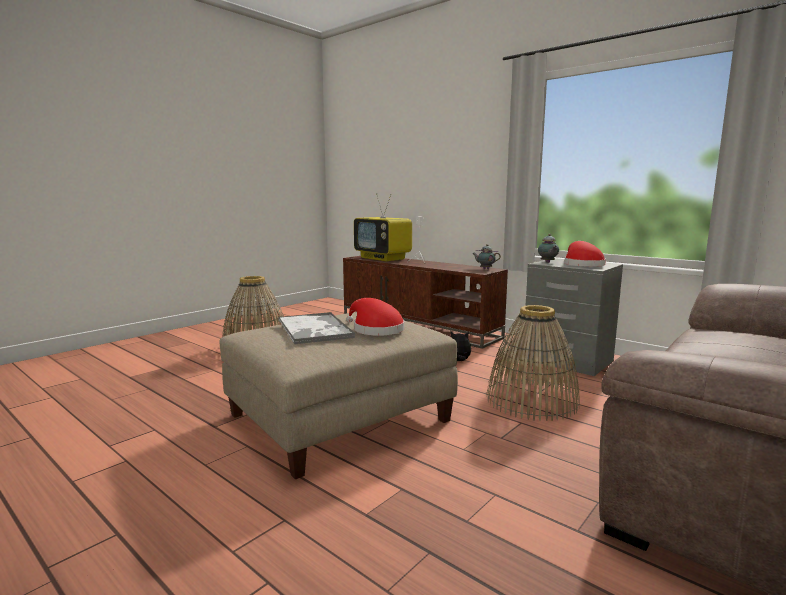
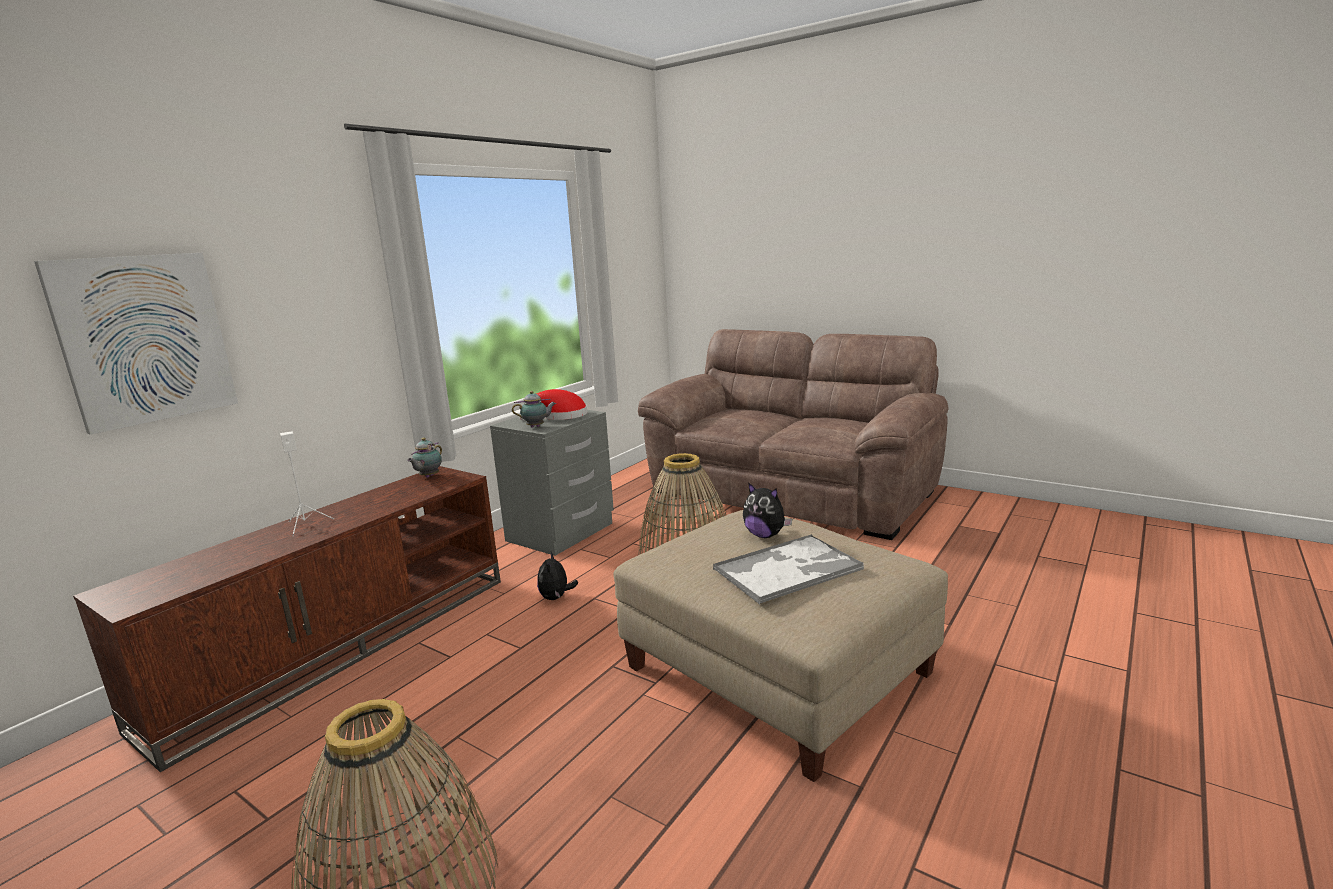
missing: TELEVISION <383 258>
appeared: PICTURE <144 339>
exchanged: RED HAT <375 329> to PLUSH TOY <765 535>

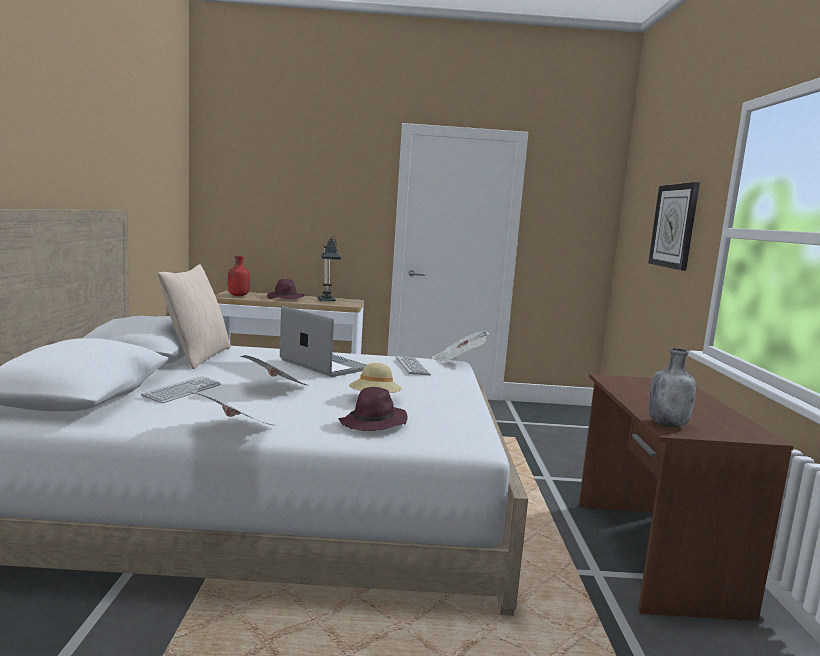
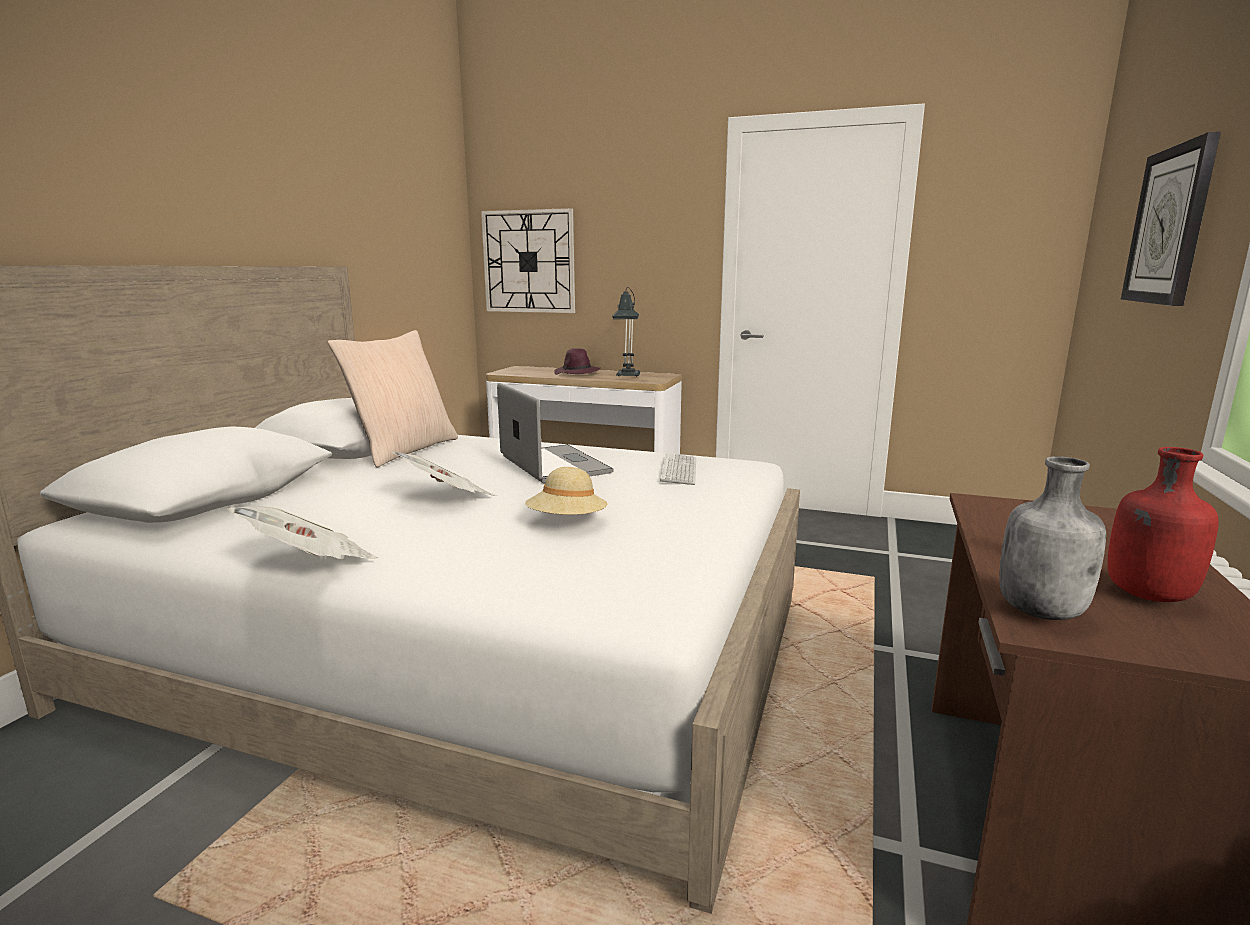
missing: NEWSPAPER <458 361>; KEYBOARD <183 391>; PURPLE HAT <373 424>
appeared: WALL CLOCK <529 262>
relocated: RED BOTTLE <238 296> to <1146 595>

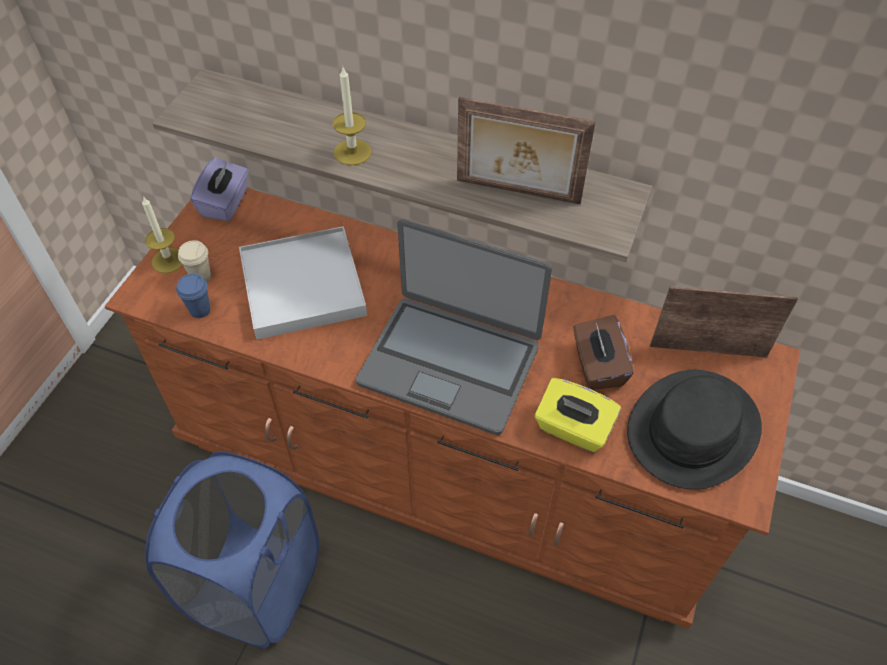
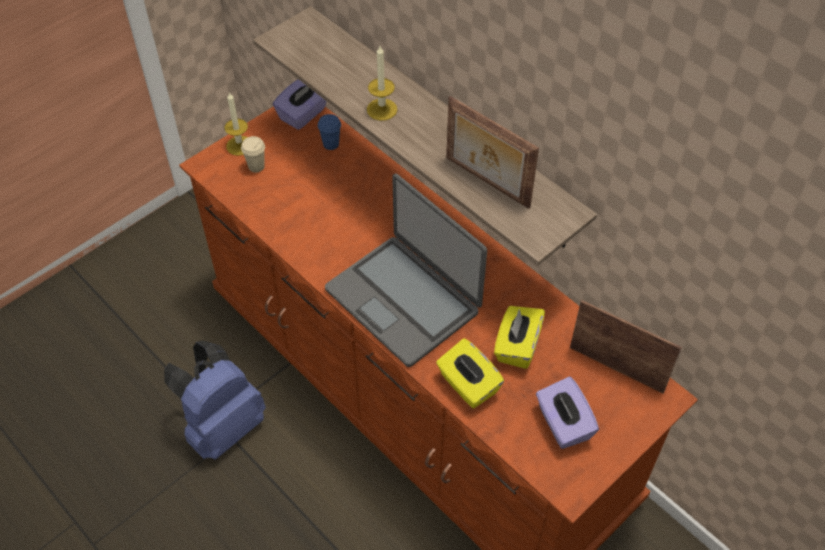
missing: WHITE TRAY <303 285>
relocated: BLUE CUP <200 310> to <331 144>
exchanged: BLACK HAT <693 430> to PURPLE TISSUE BOX <563 424>; BLUE LAUNDRY BASKET <256 586> to BLUE BACKPACK <222 426>
colour: BROWN TISSUE BOX <597 366> to YELLOW TISSUE BOX <517 346>

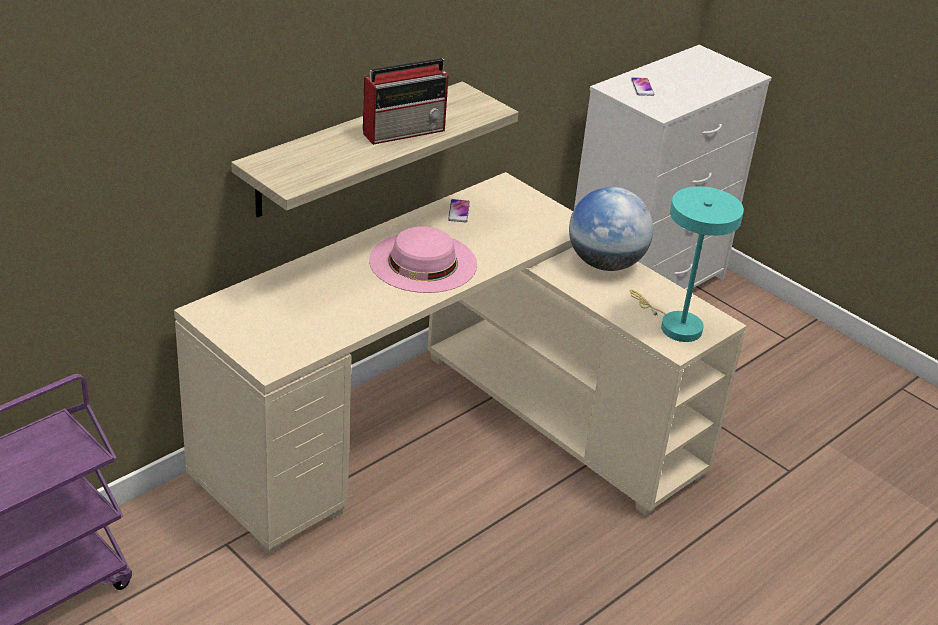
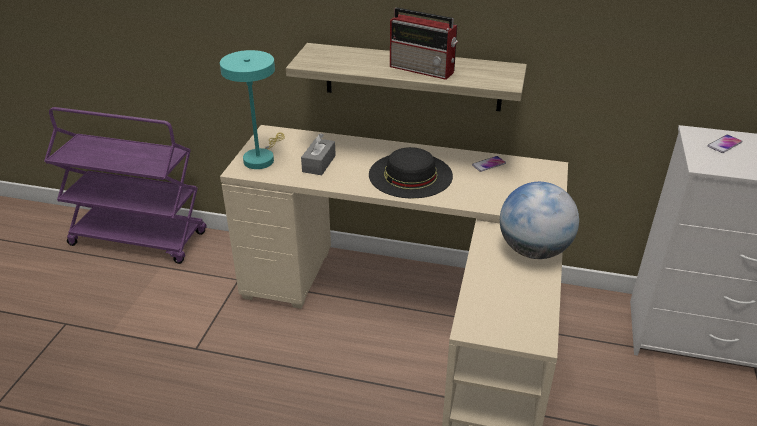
appeared: GREY TISSUE BOX <319 163>
relocated: TURQUOISE TABLE LAMP <675 325> to <261 158>
colour: PINK HAT <423 262> to BLACK HAT <410 175>

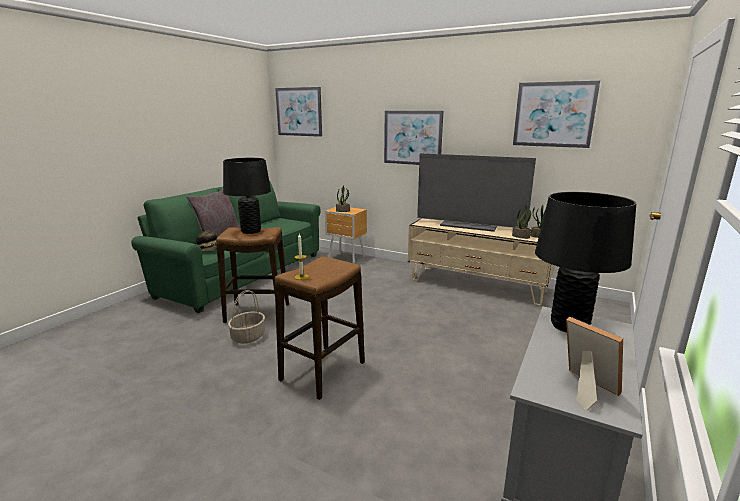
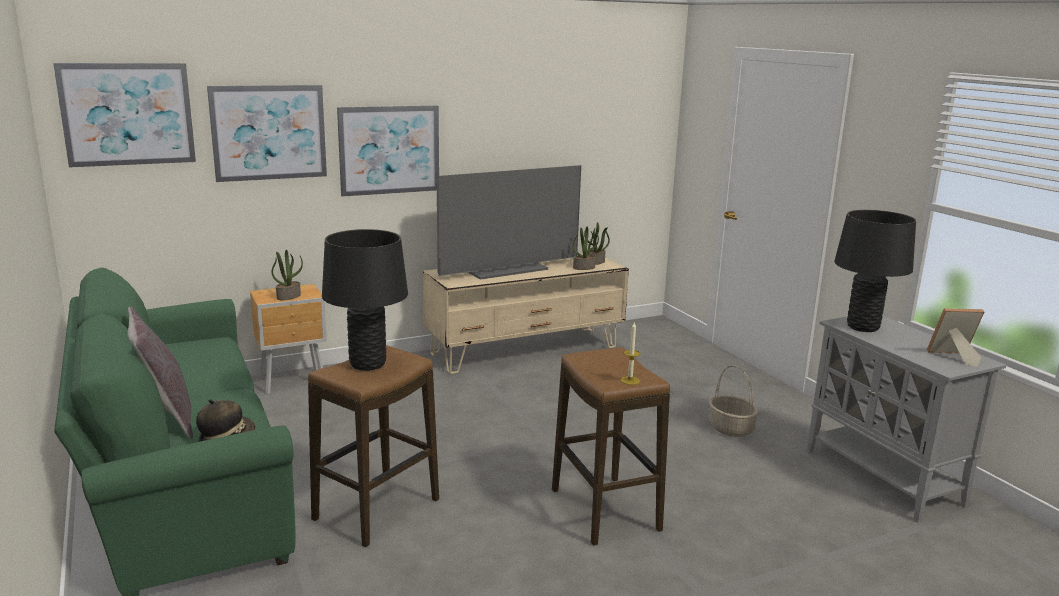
relocated: PICTURE <554 114> to <269 132>; BASKET <248 336> to <730 428>

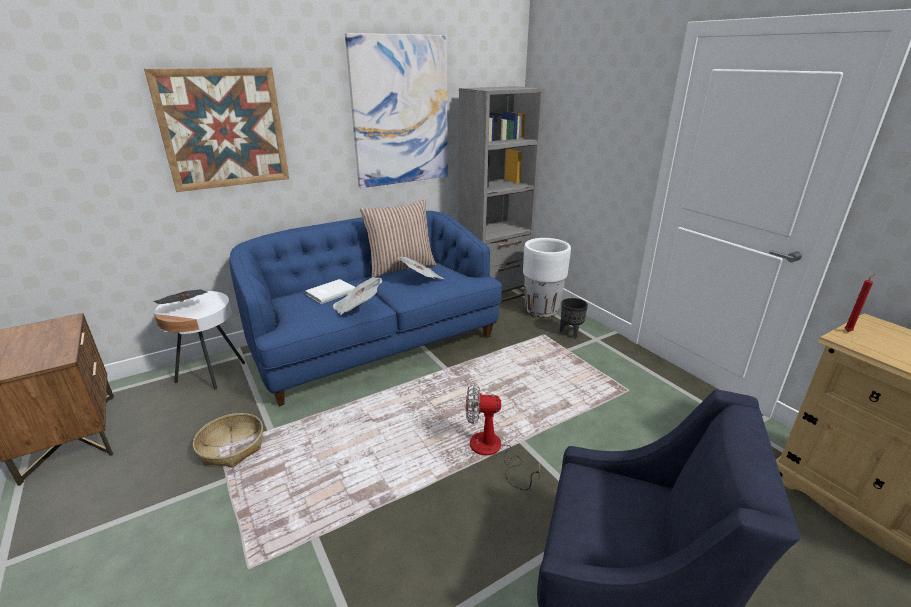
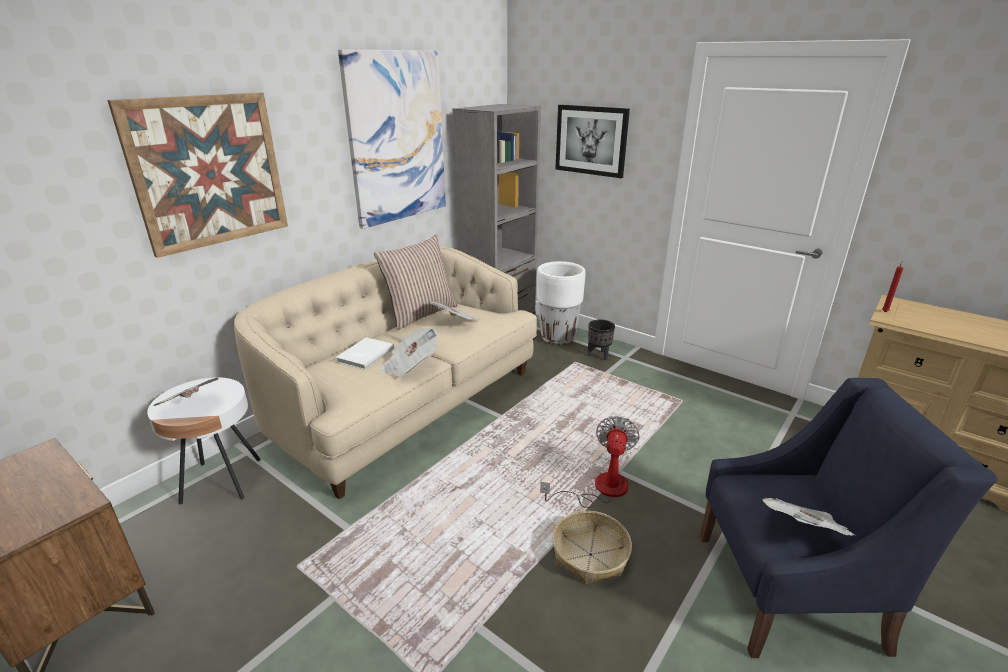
appeared: PICTURE <591 140>; NEWSPAPER <803 532>
relocated: BASKET <231 447> to <590 555>
colour: BLUE SOFA <375 344> to BEIGE SOFA <406 405>
spun: FAN <492 452> = <600 489> 120 degrees clockwise

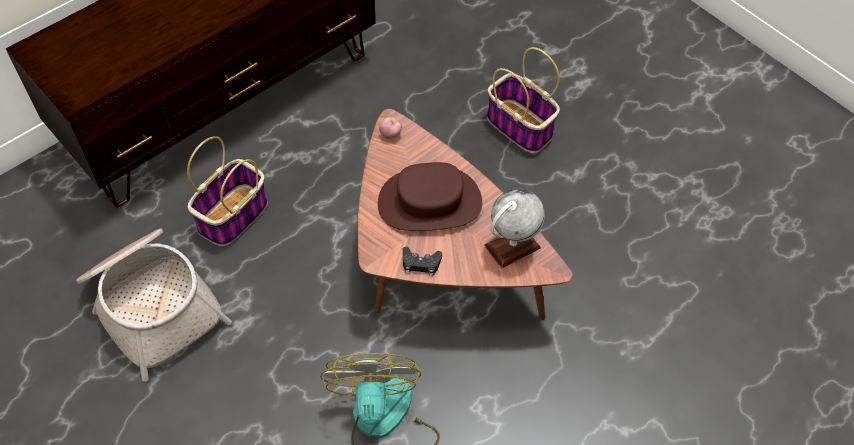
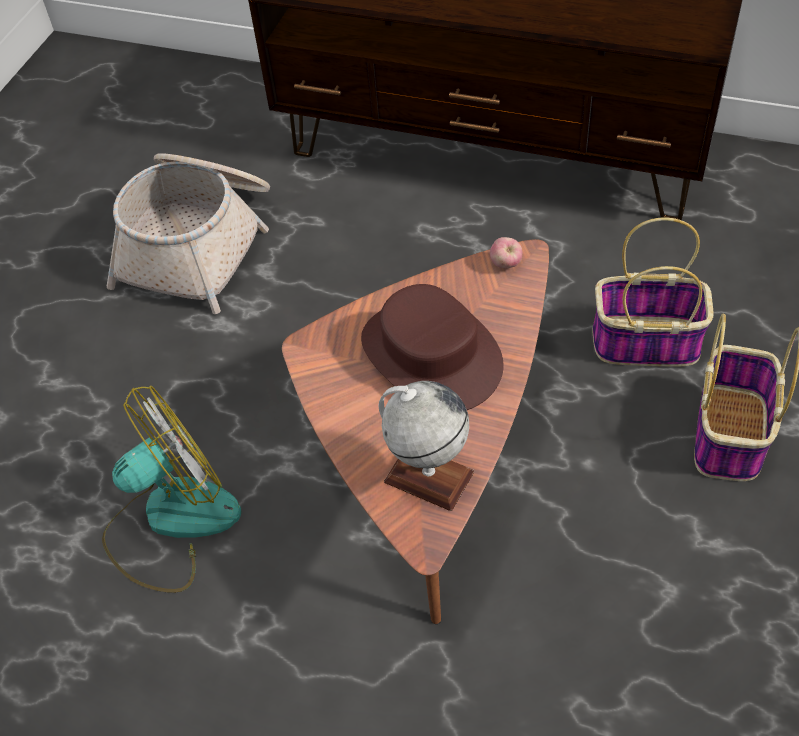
missing: BLACK GAME CONTROLLER <421 263>
relocated: BASKET <233 217> to <644 343>

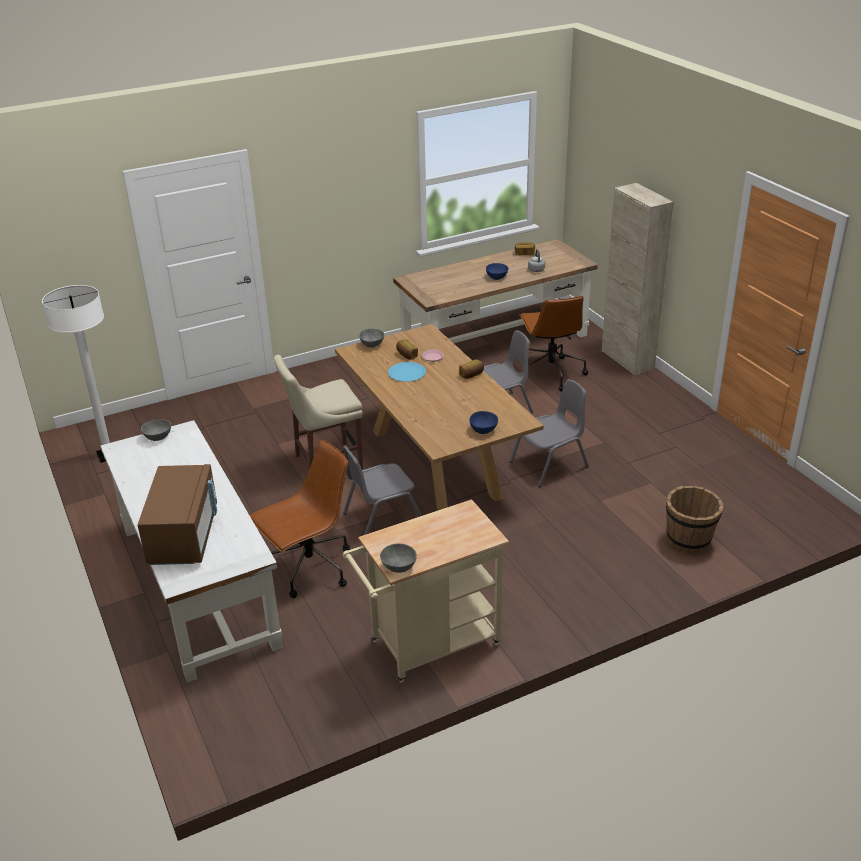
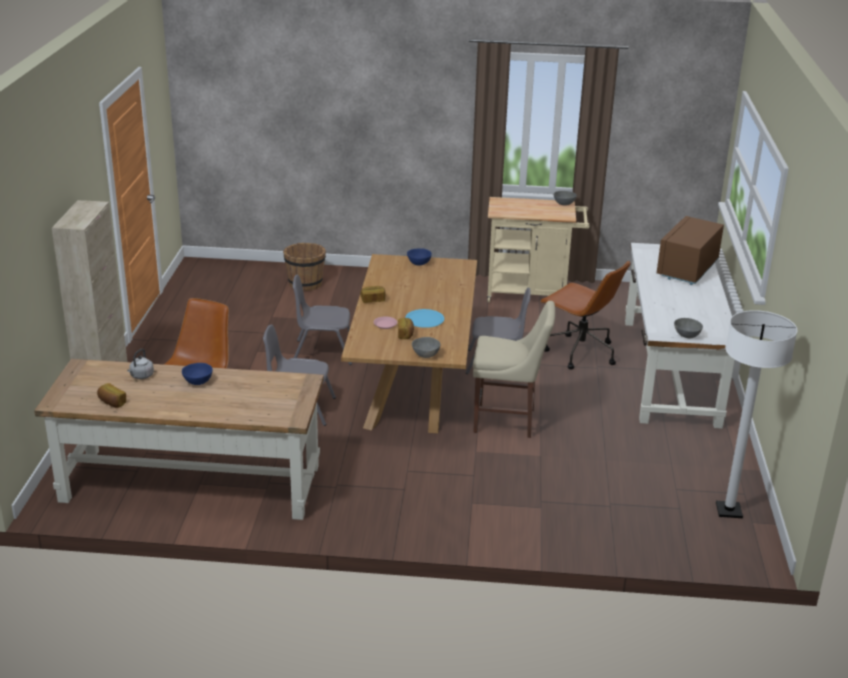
spun: BROWN OFFICE CHAIR <309 569> = <579 352> 135 degrees counterclockwise

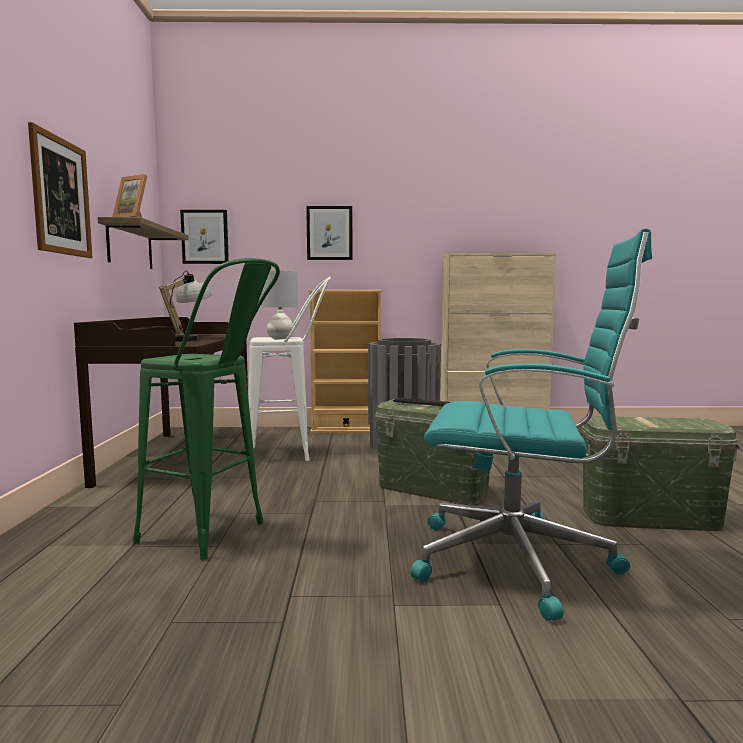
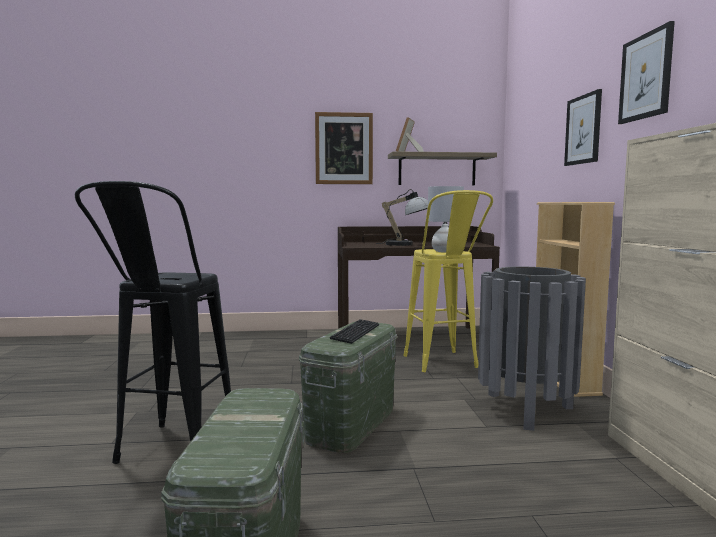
missing: GREEN STOOL <216 536>
relocated: PICTURE <205 237> to <646 76>
exchanged: TURQUOISE OFFICE CHAIR <519 561> to BLACK STOOL <169 456>
colour: WHITE STOOL <291 453> to YELLOW STOOL <444 365>

